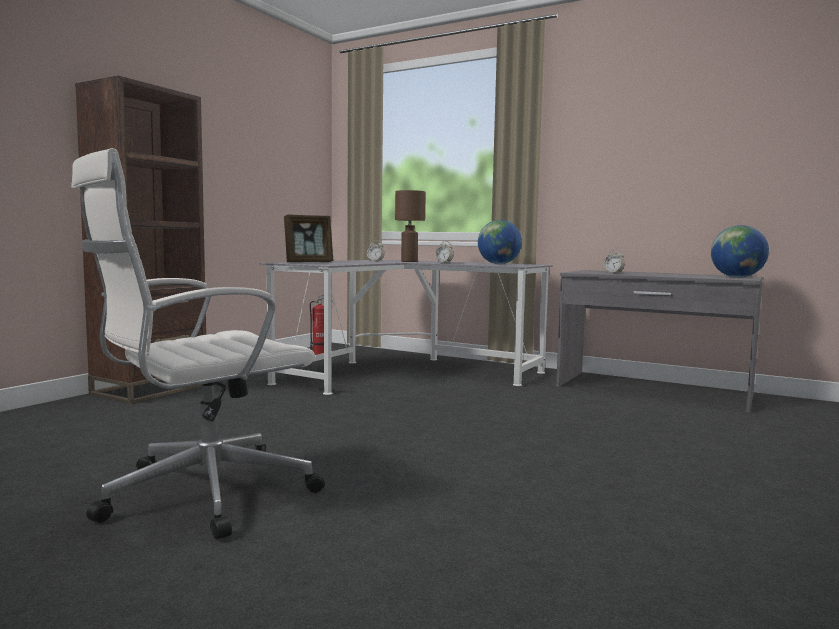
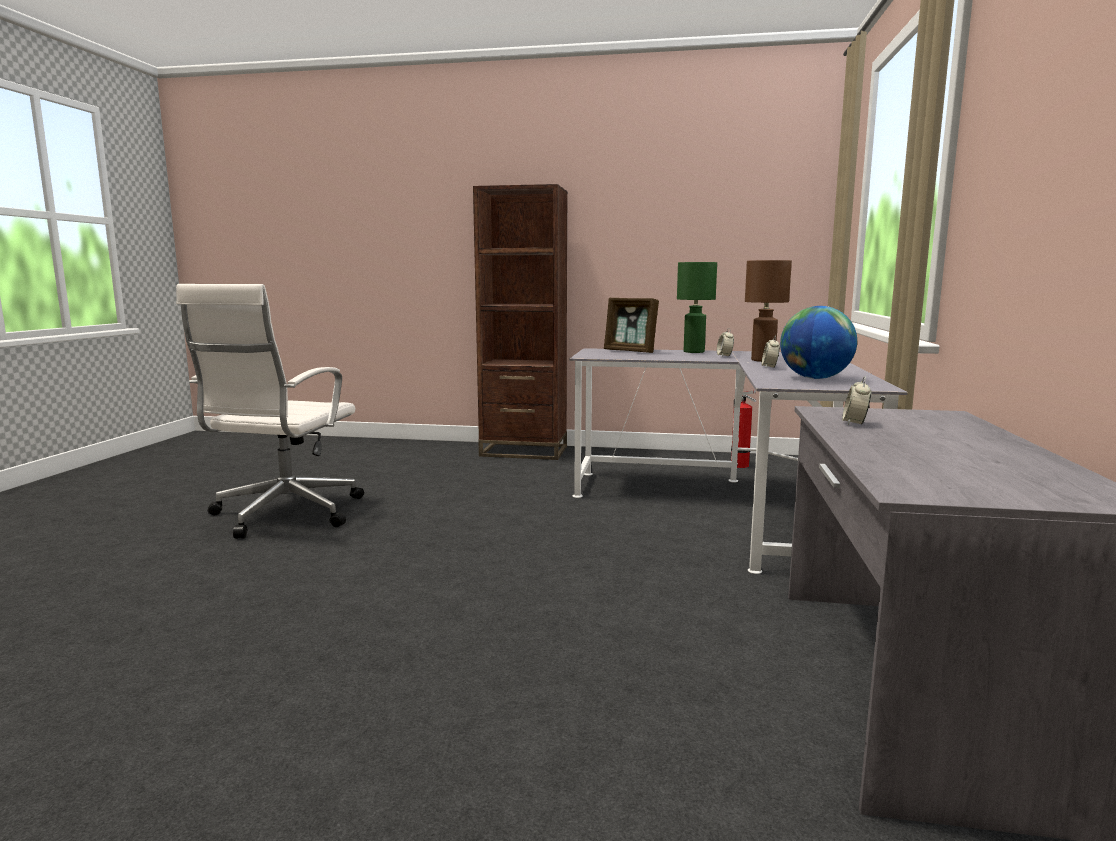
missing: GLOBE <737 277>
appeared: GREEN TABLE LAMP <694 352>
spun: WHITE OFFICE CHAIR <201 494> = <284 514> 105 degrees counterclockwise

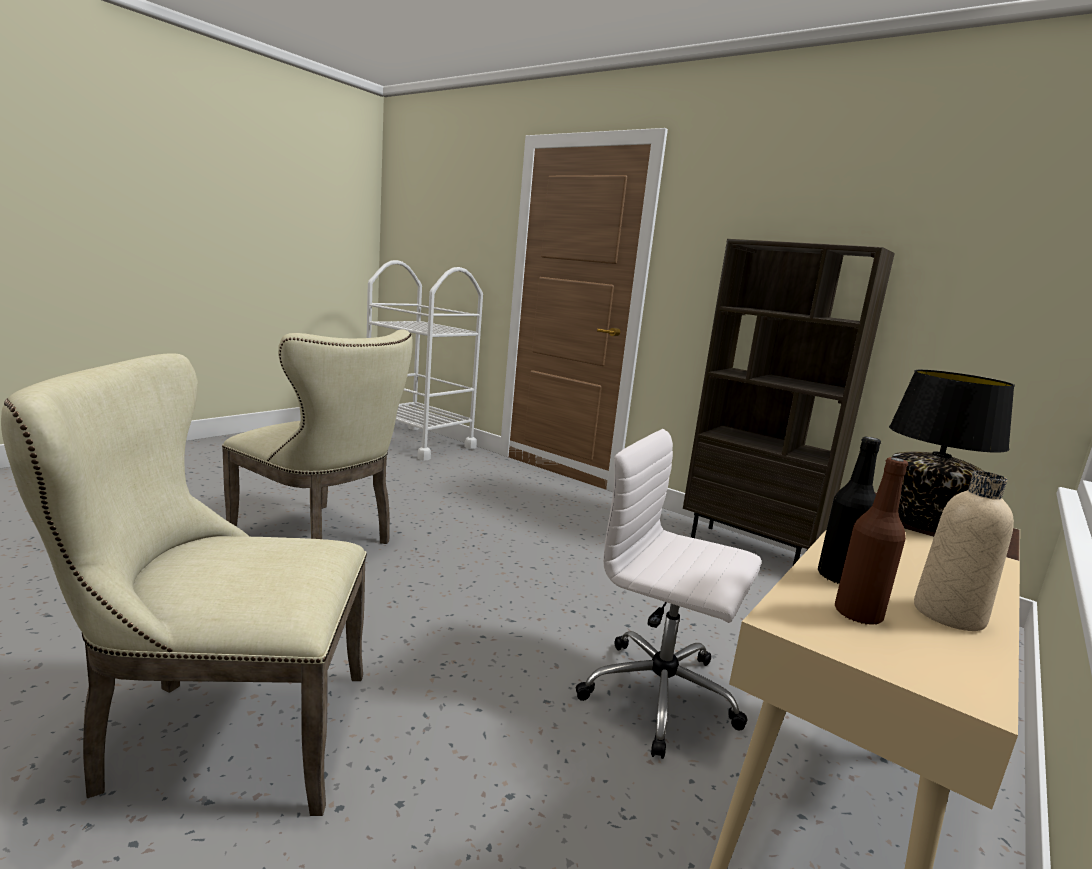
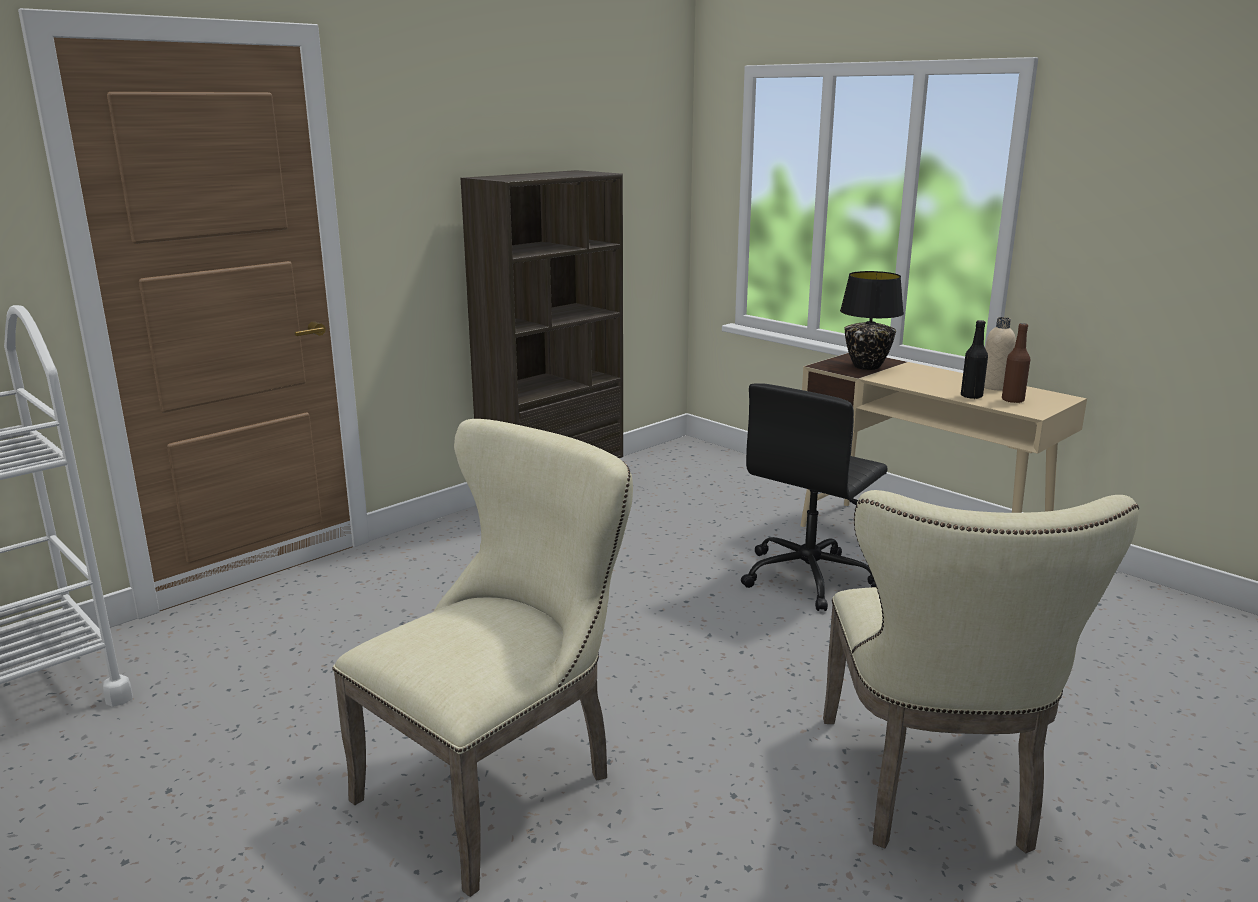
colour: WHITE OFFICE CHAIR <662 696> to BLACK OFFICE CHAIR <809 577>

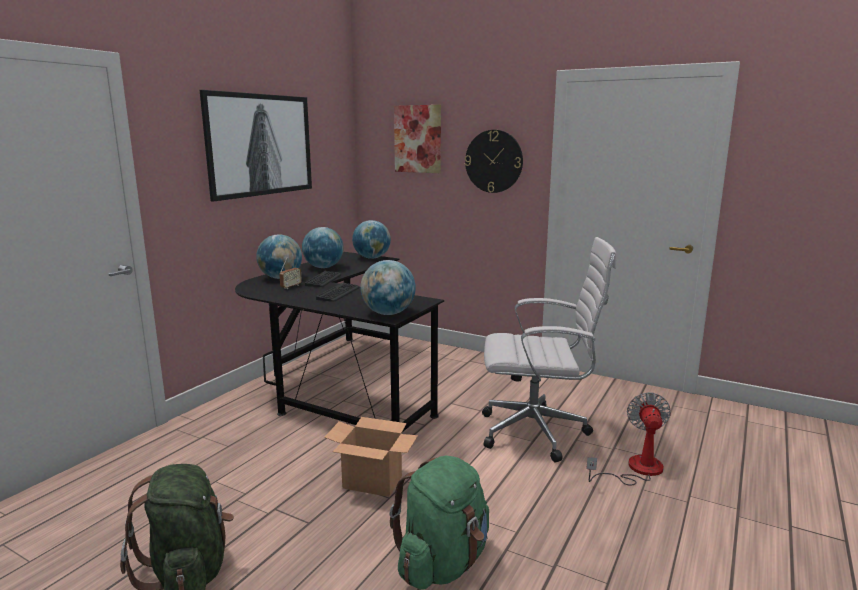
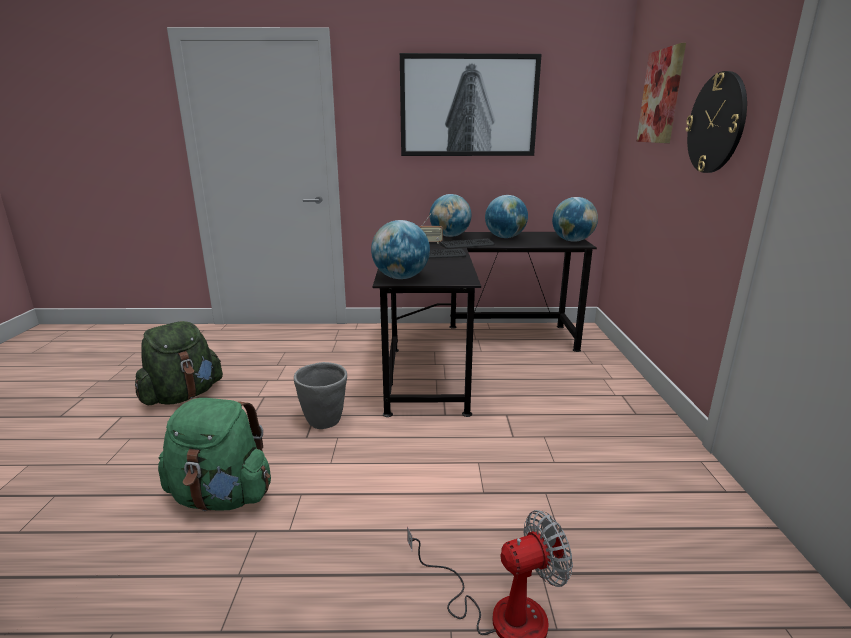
missing: WHITE OFFICE CHAIR <538 432>
exchanged: CARDBOARD BOX <373 482> to GREY PLANTER <324 422>

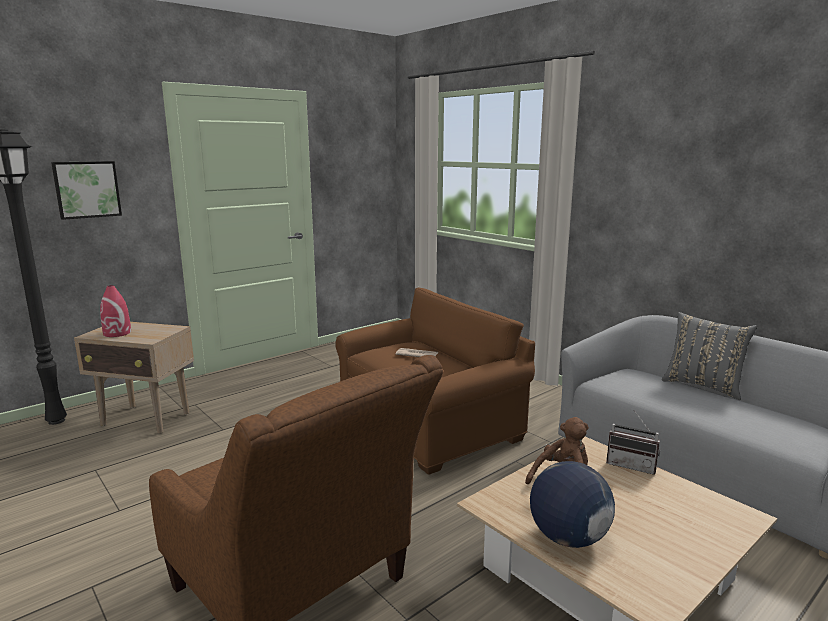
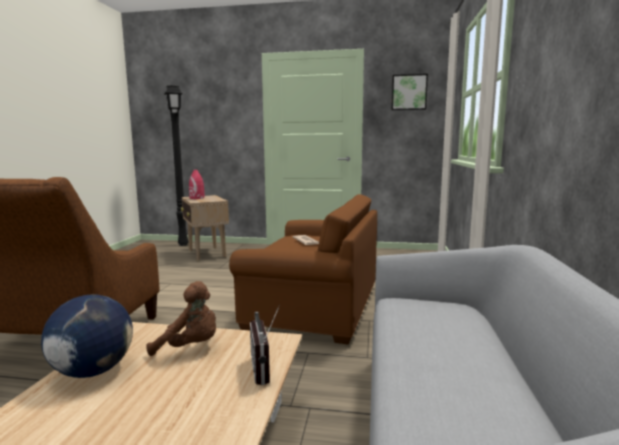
missing: GREY PILLOW <703 386>
relocated: PICTURE <87 189> to <409 92>

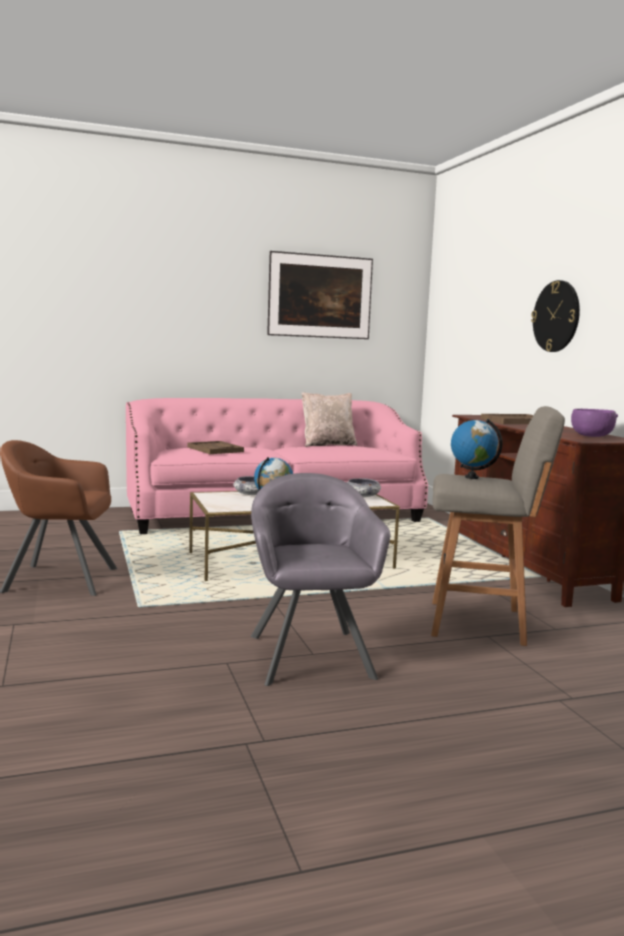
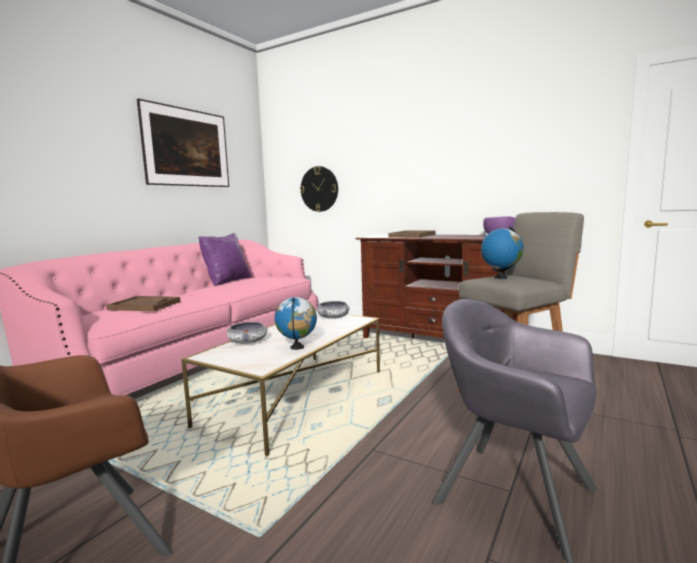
relocated: WALL CLOCK <556 316> to <319 189>
colour: BEIGE PILLOW <327 445> to PURPLE PILLOW <226 281>

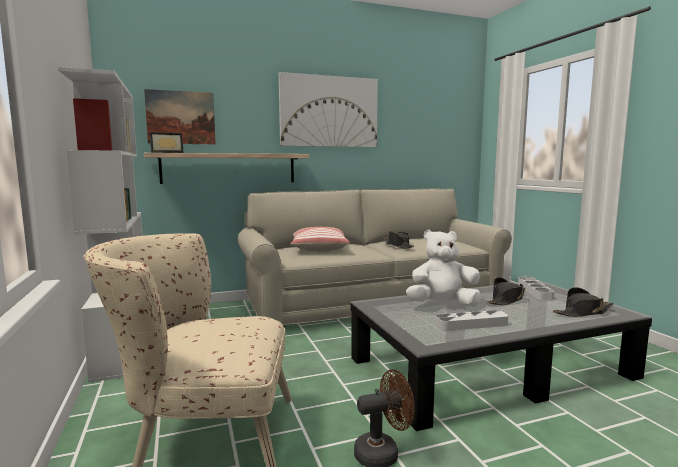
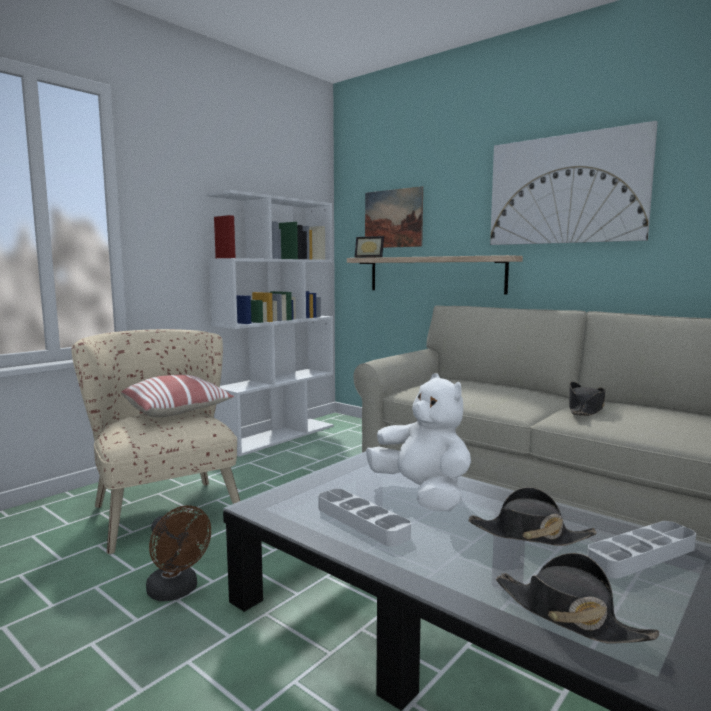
relocated: PILLOW <319 249> to <177 411>

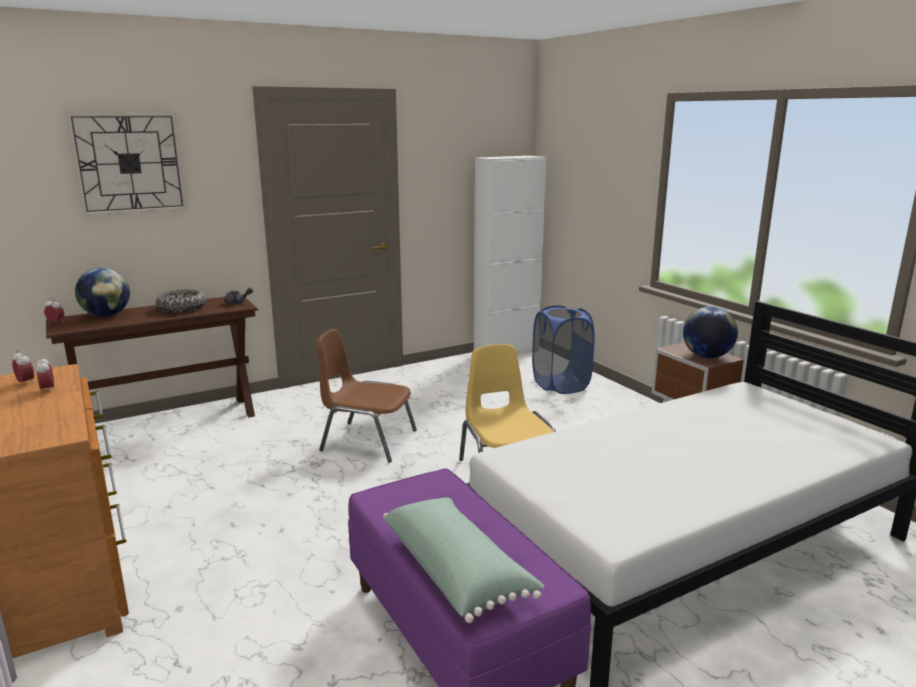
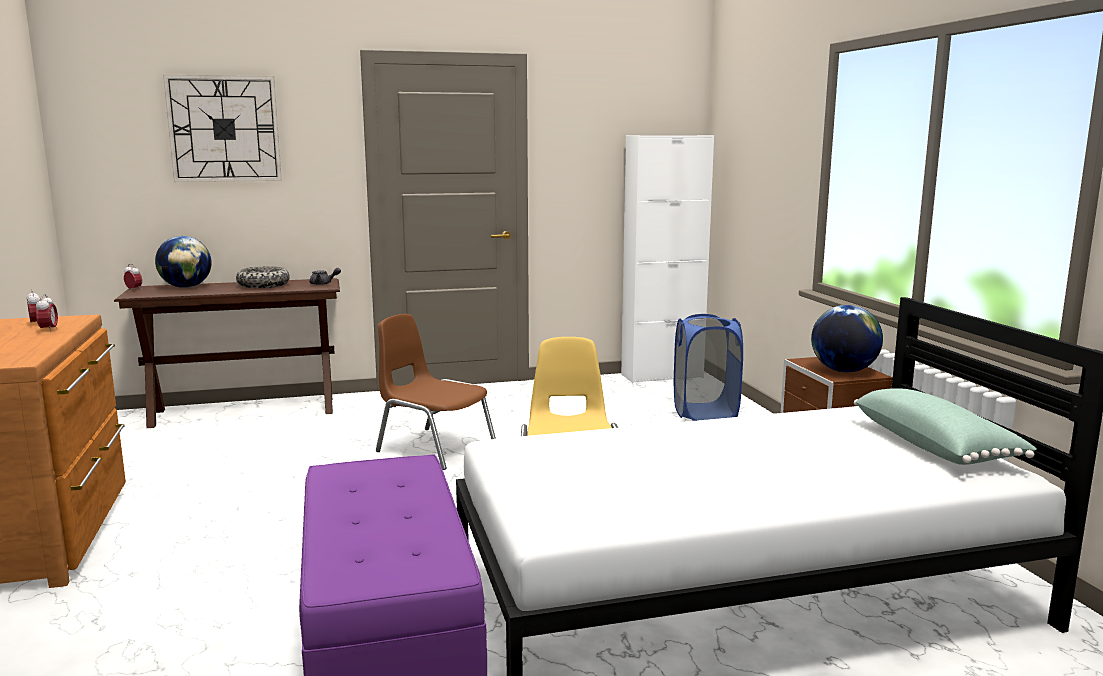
relocated: GREEN PILLOW <457 571> to <935 446>

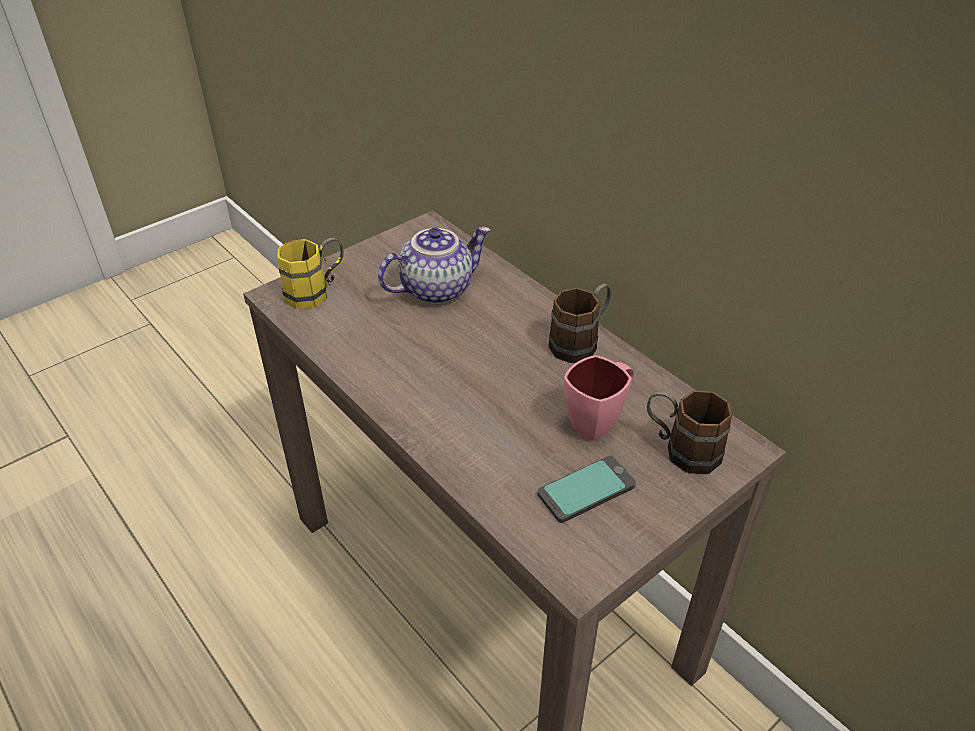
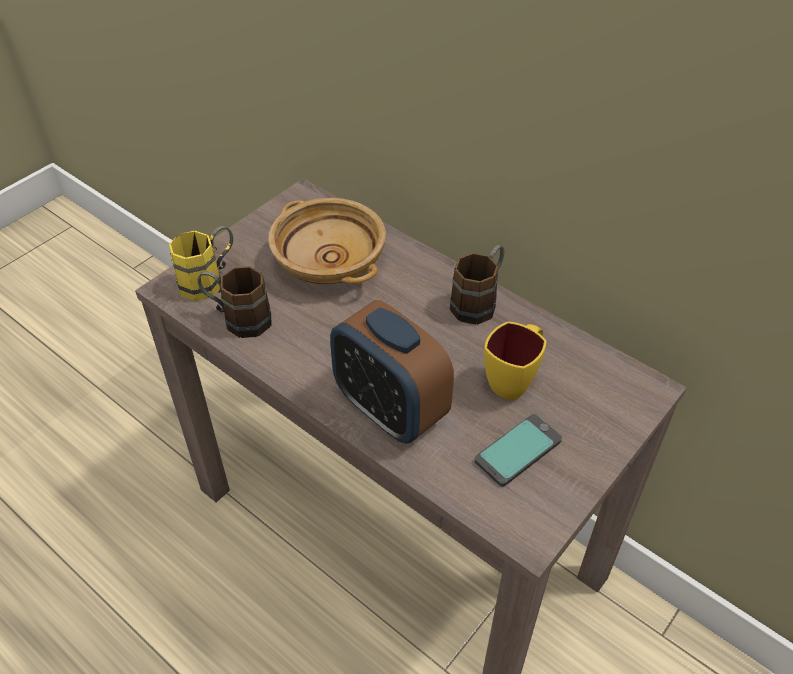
appeared: ALARM CLOCK <390 410>
relocated: BROWN MUG <681 449> to <238 319>
exchanged: TEAPOT <436 288> to BEIGE BOWL <328 262>
colour: PINK MUG <599 421> to YELLOW MUG <514 380>

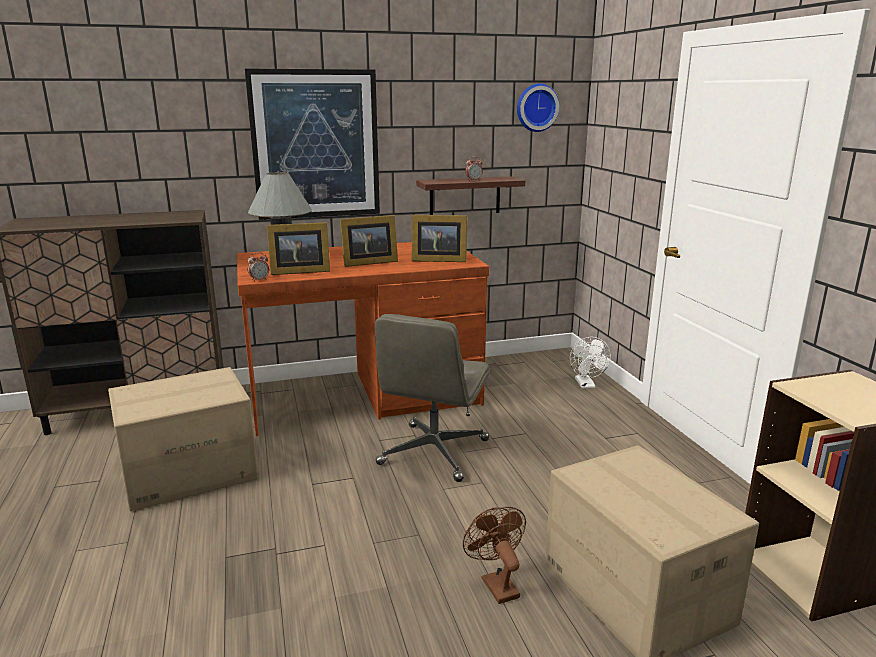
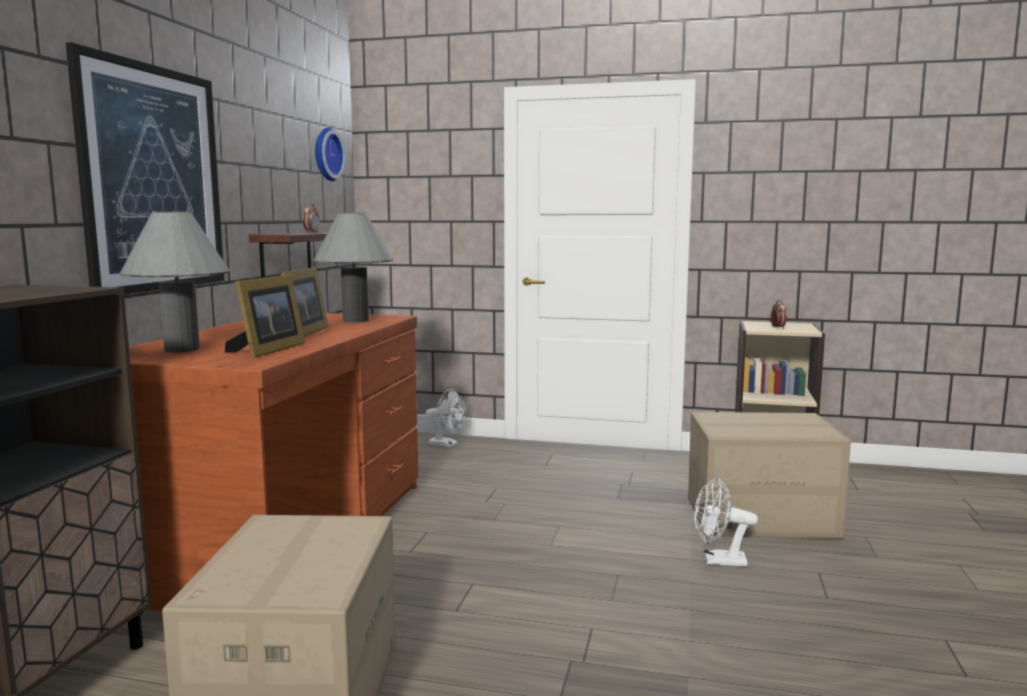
missing: GREY OFFICE CHAIR <433 453>
relocated: ALARM CLOCK <259 280> to <777 328>
exchanged: PICTURE FRAME <437 260> to GREY TABLE LAMP <355 320>
colour: BROWN FAN <496 584> to WHITE FAN <718 561>

